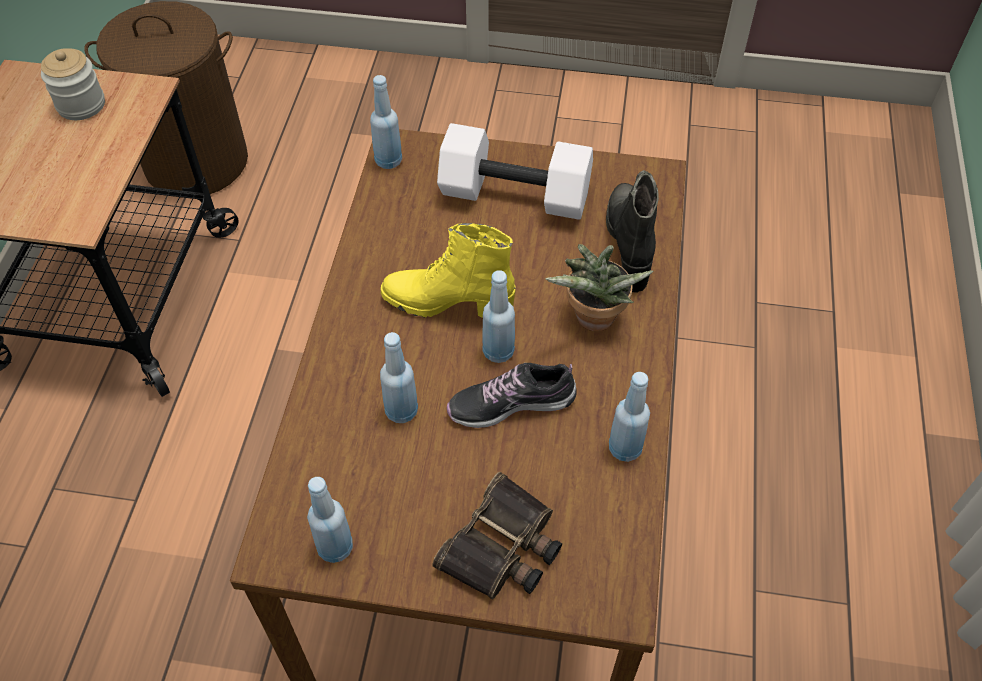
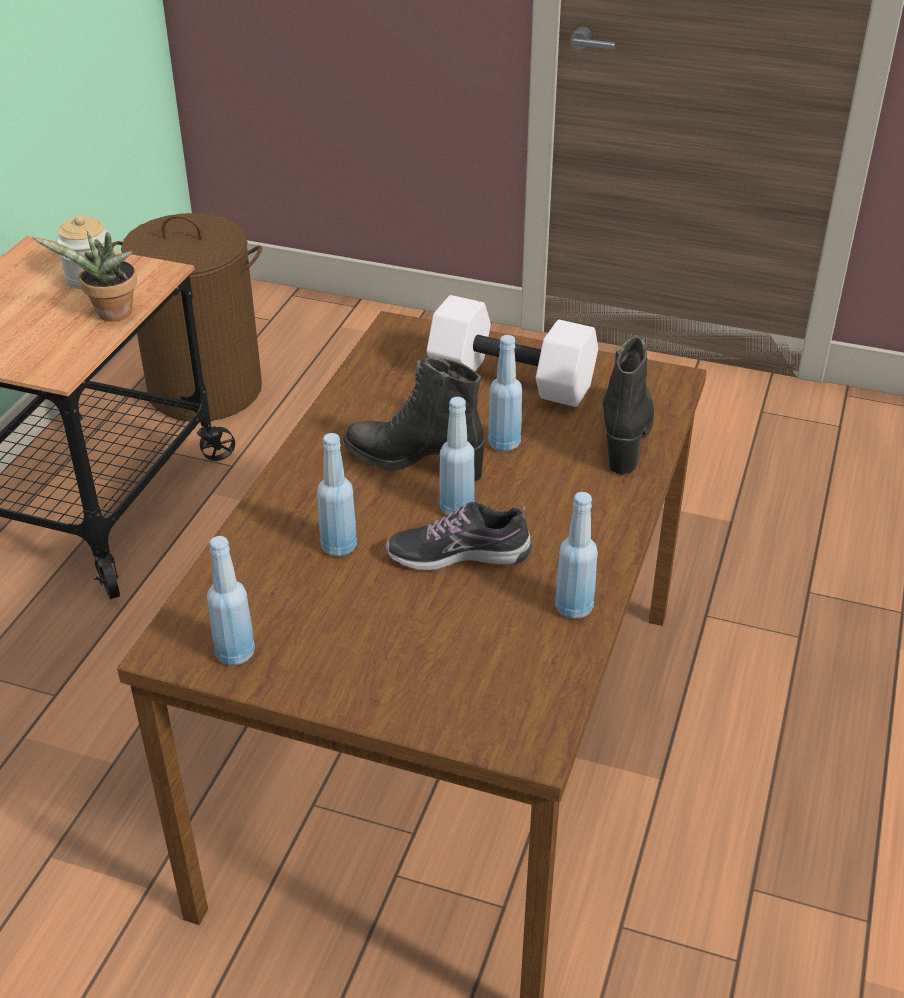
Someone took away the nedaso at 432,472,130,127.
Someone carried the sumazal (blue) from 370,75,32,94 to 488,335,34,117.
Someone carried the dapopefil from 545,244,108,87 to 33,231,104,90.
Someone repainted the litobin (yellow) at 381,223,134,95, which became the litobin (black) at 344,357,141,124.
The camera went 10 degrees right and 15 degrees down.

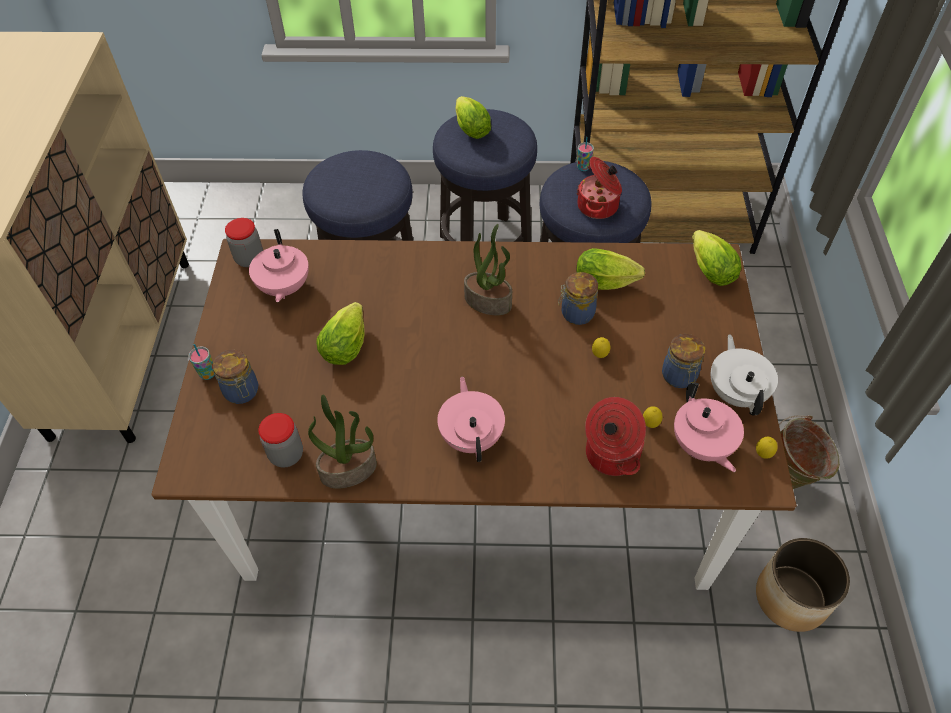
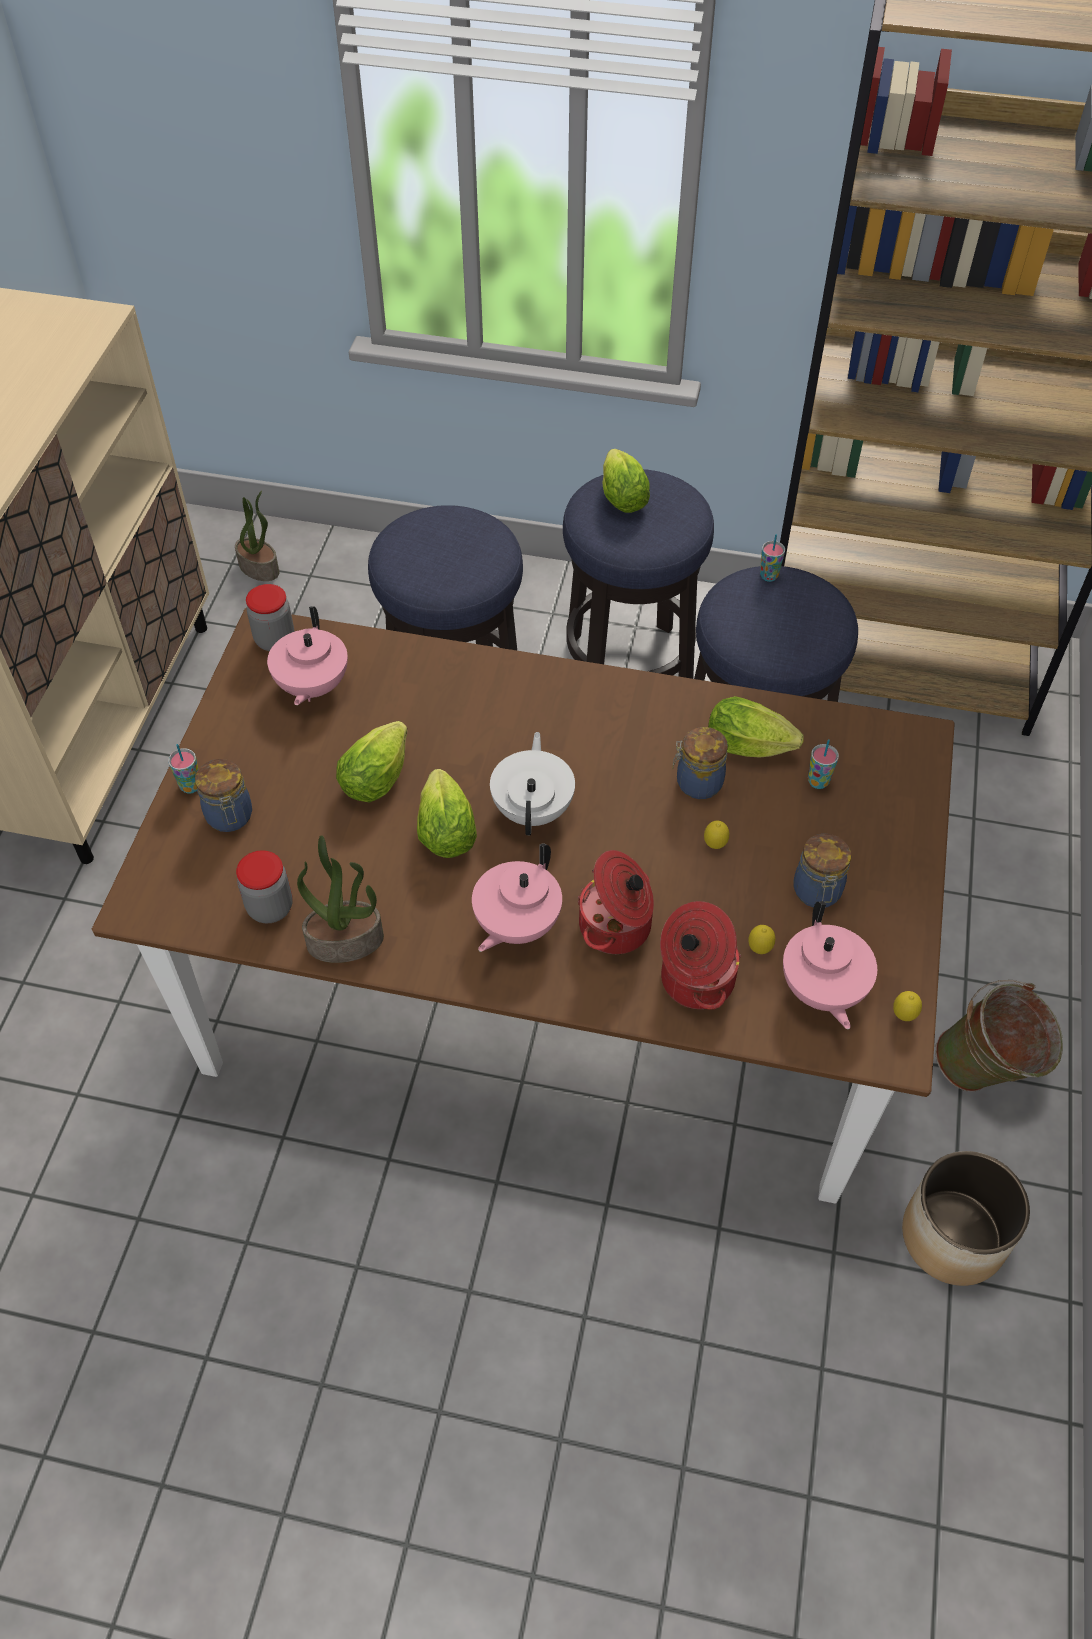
Someone put down the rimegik at 808,739,31,50.
Someone carried the dapopefil from 464,224,48,91 to 235,491,44,90.
Someone carried the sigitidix from 576,157,46,62 to 578,850,76,104.
Someone carried the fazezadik from 692,230,49,56 to 417,769,60,89.
Someone carried the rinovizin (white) from 711,334,67,81 to 490,732,85,103.
Someone rotated the rinovizin (pink) at 437,377,68,85 by 150 degrees counterclockwise.
The camera went 10 degrees right and 0 degrees up.

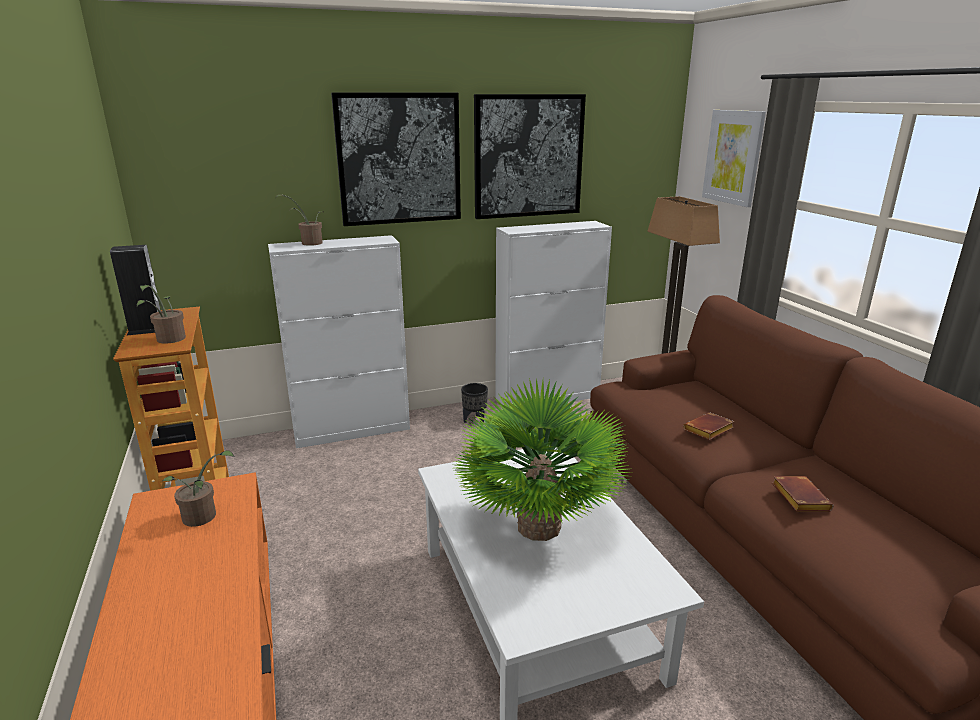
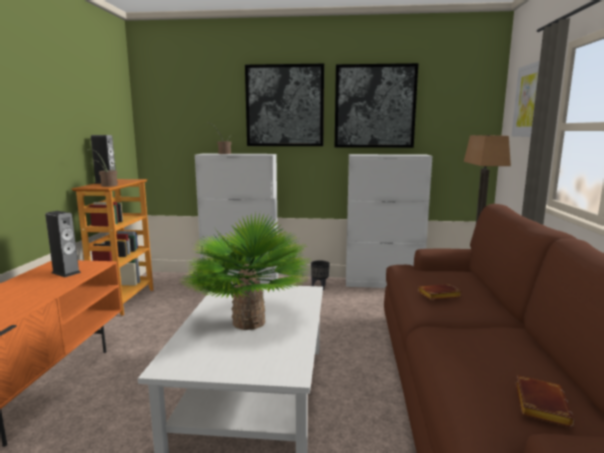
Someone carried the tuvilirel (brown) from 772,476,62,36 to 515,375,60,52.
Someone swapped the dapopefil at 163,450,72,77 for the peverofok at 45,211,36,66.
The camera went 25 degrees right and 10 degrees down.

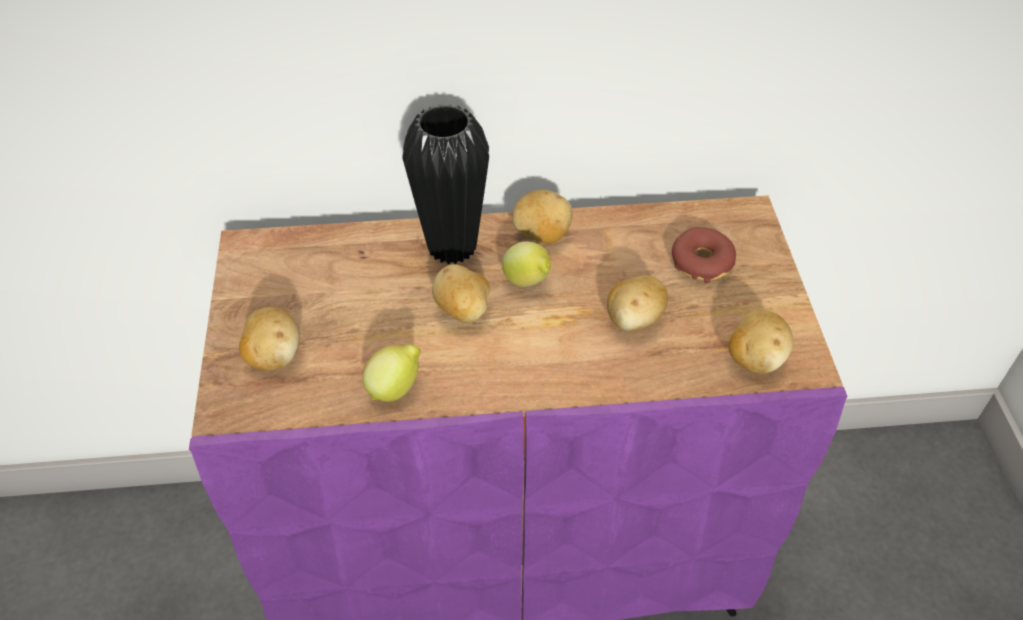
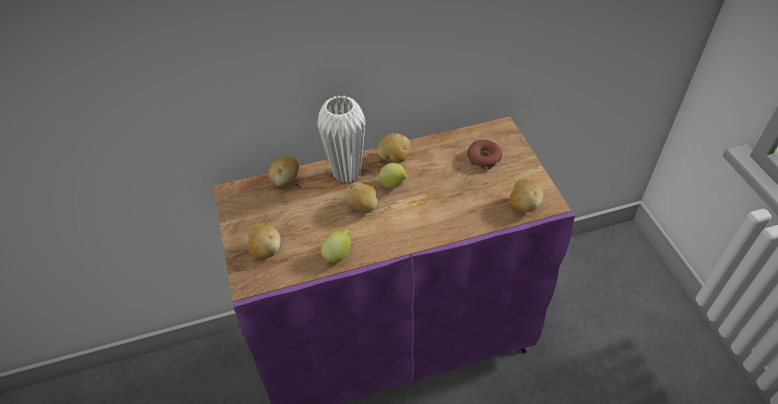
Someone carried the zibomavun from 607,275,61,56 to 268,156,31,30.
Someone repainted the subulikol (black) at 402,104,87,160, which became the subulikol (white) at 317,95,49,88.
The camera went 10 degrees left and 0 degrees up.

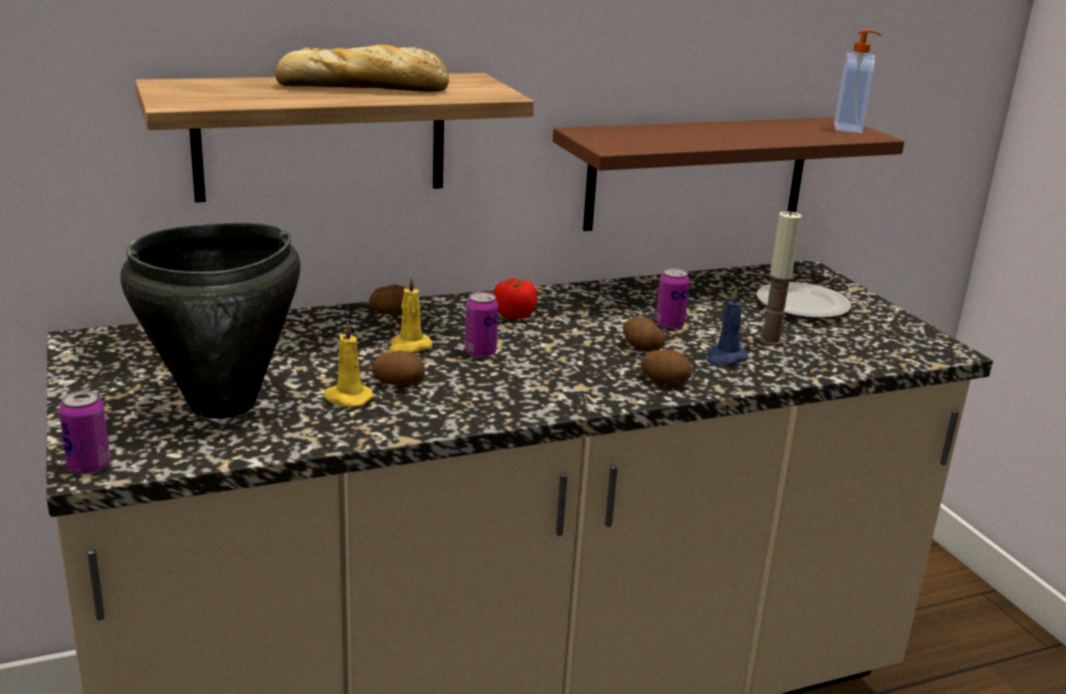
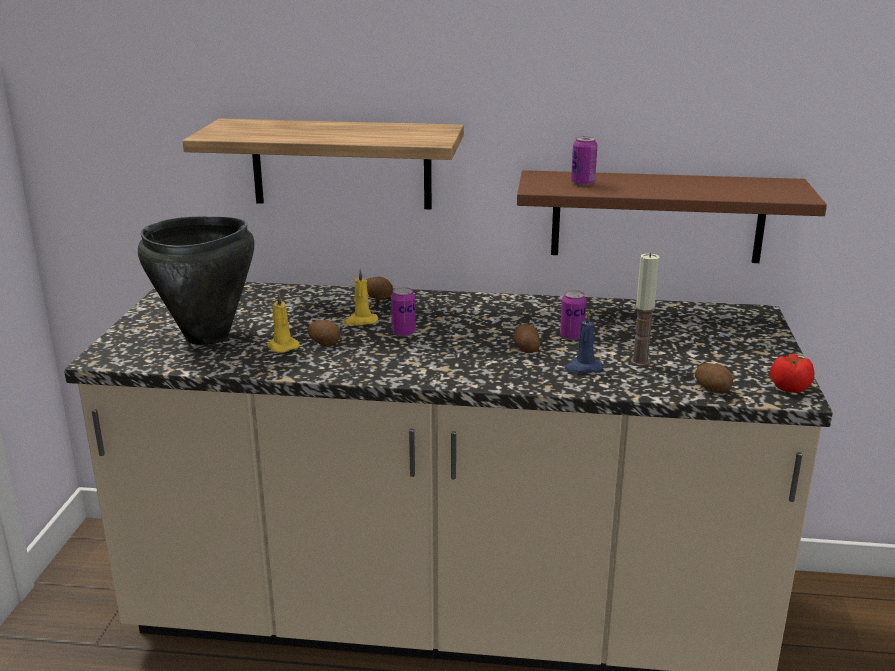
Someone took away the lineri at 275,45,174,47.
Someone took away the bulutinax at 757,282,94,37.
Someone took away the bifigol at 834,30,47,103.
Someone carried the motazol from 59,390,51,84 to 571,136,26,50.
Someone carried the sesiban from 493,277,44,42 to 770,354,44,39.
Someone carried the zibomavun from 641,349,51,36 to 695,363,38,30.
The camera went 30 degrees right and 0 degrees up.

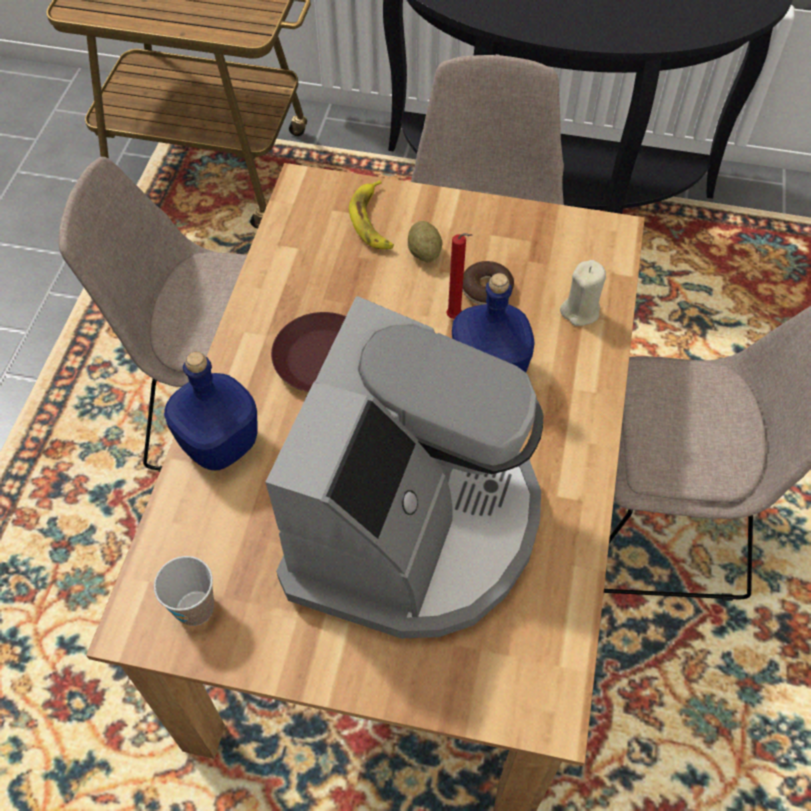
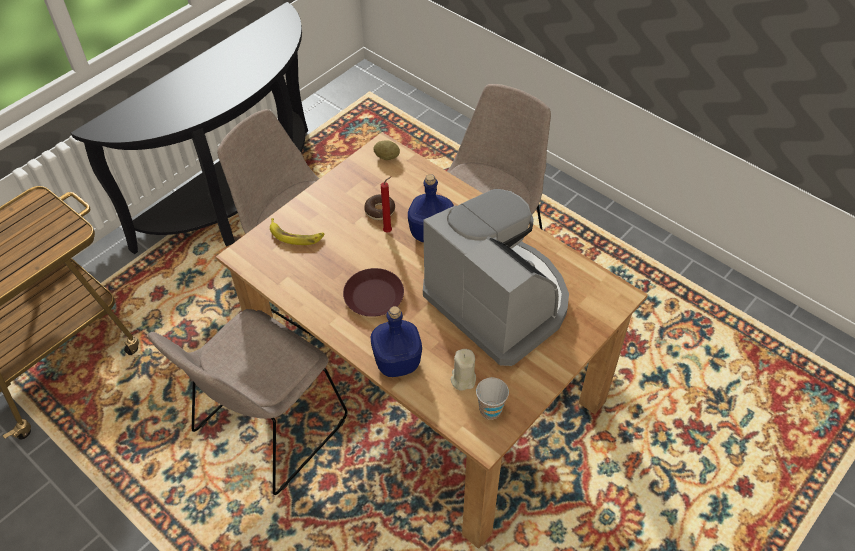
Someone carried the zibomavun from 408,221,35,41 to 374,140,26,20.
Someone carried the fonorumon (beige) from 560,260,46,66 to 451,349,25,42.
The camera went 60 degrees left and 5 degrees down.

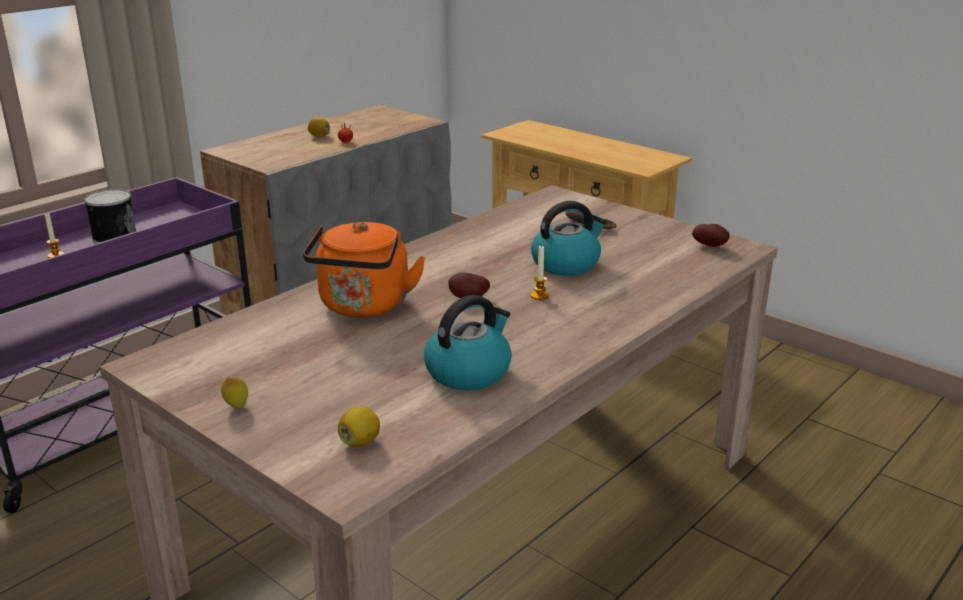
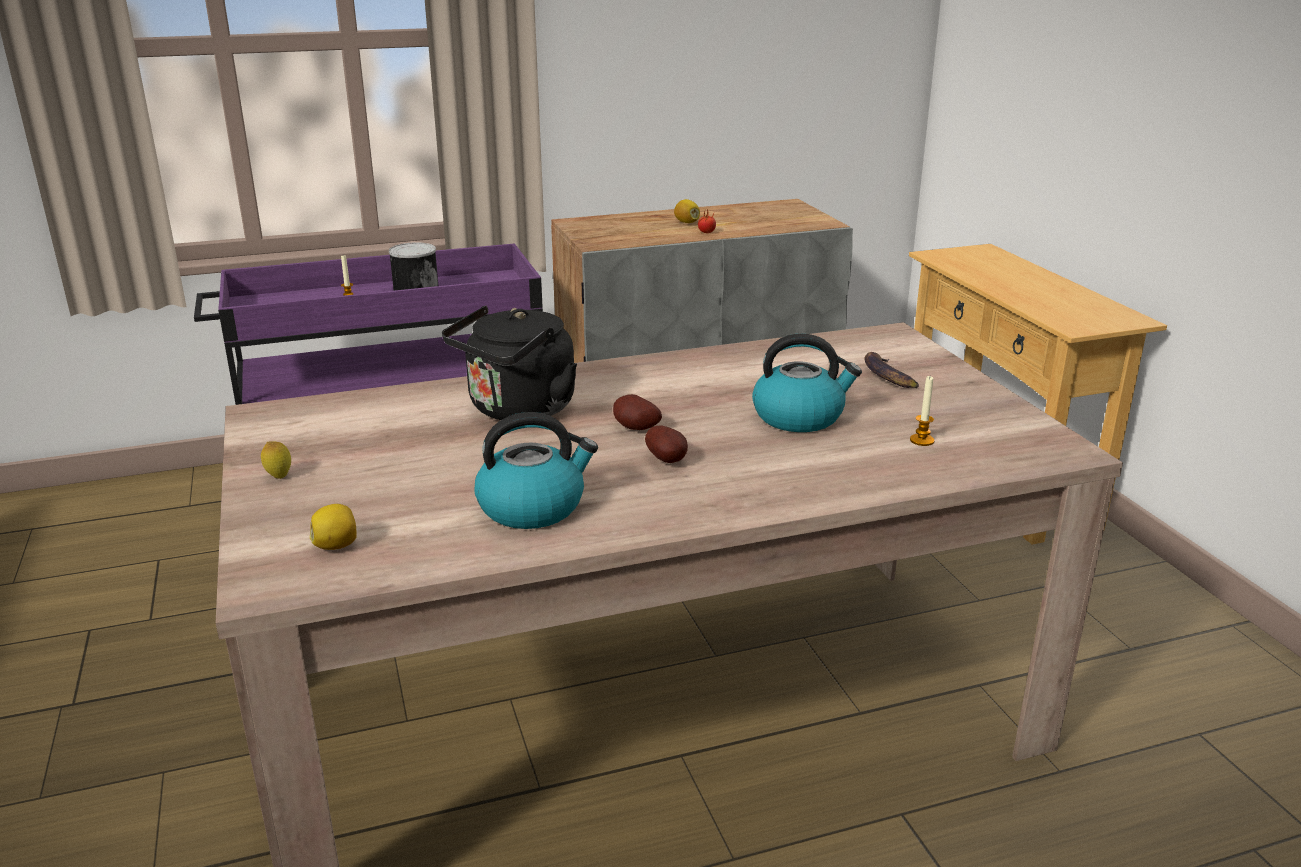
Someone carried the fonorumon from 531,245,18,55 to 910,376,24,70.
Someone carried the zibomavun from 692,224,38,23 to 645,425,43,38.
Someone repainted the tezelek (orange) at 303,222,123,96, which became the tezelek (black) at 442,305,135,115.
The camera went 30 degrees right and 0 degrees up.

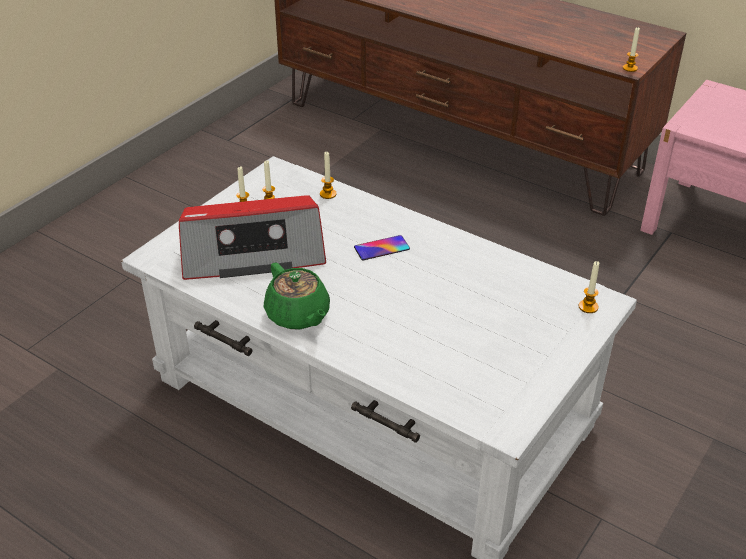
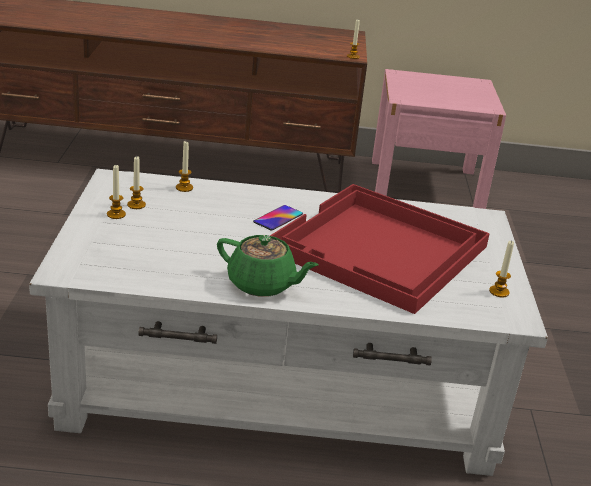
Someone took away the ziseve at 179,195,147,85.
Someone put down the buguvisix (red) at 270,184,220,130.
Someone carried the fonorumon from 579,261,20,52 to 489,241,25,56.
The camera went 35 degrees left and 10 degrees down.

